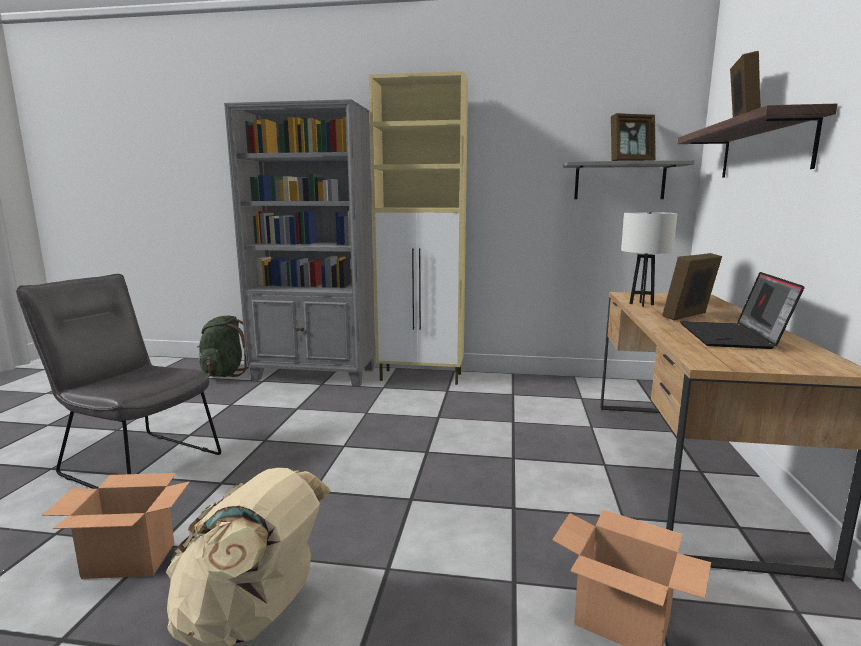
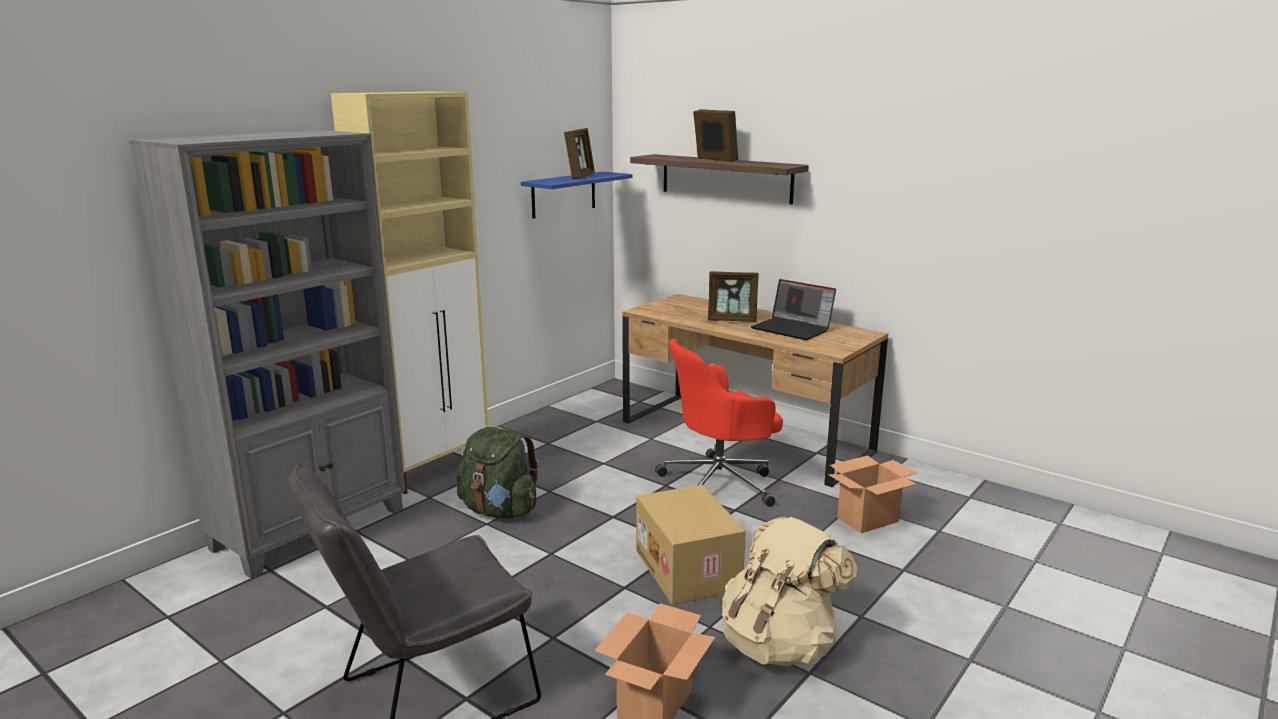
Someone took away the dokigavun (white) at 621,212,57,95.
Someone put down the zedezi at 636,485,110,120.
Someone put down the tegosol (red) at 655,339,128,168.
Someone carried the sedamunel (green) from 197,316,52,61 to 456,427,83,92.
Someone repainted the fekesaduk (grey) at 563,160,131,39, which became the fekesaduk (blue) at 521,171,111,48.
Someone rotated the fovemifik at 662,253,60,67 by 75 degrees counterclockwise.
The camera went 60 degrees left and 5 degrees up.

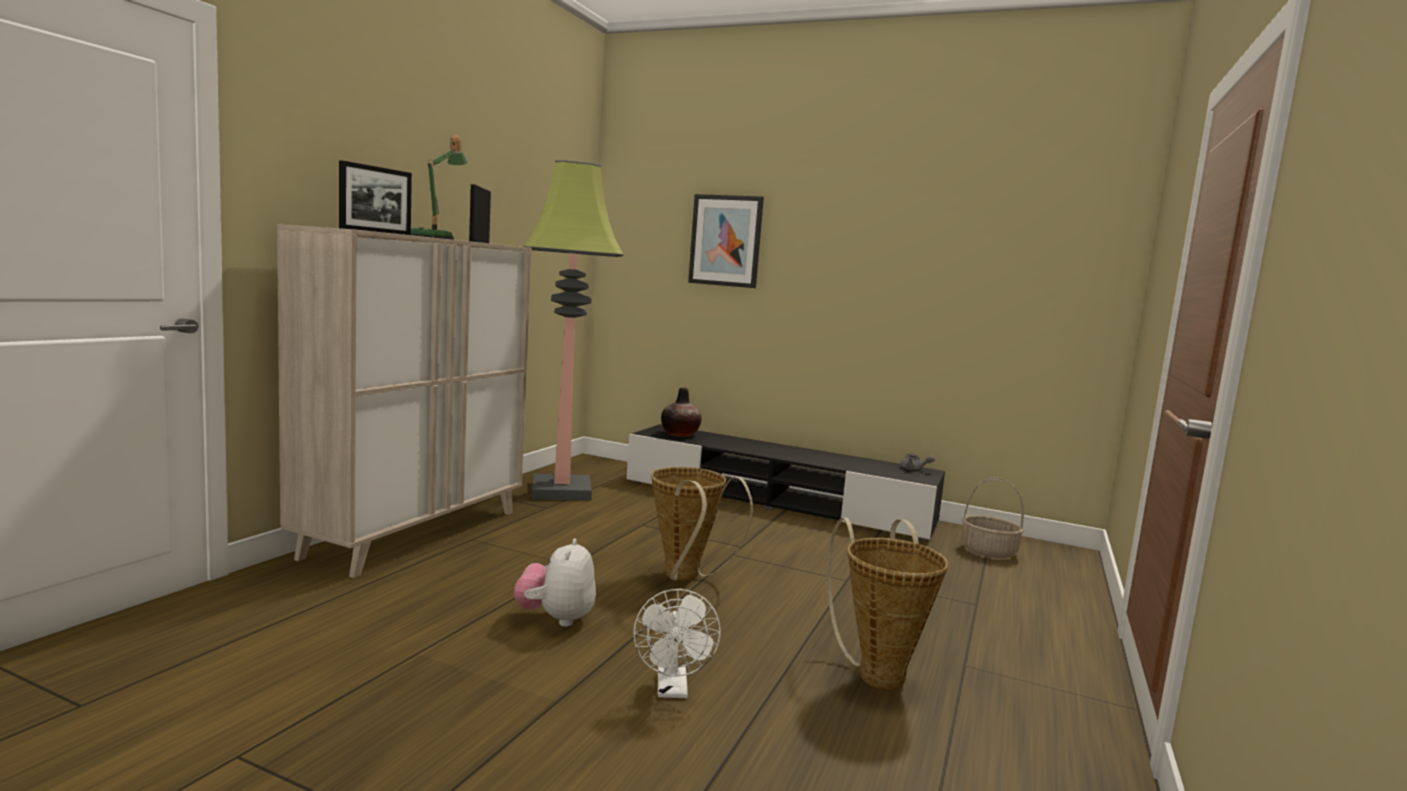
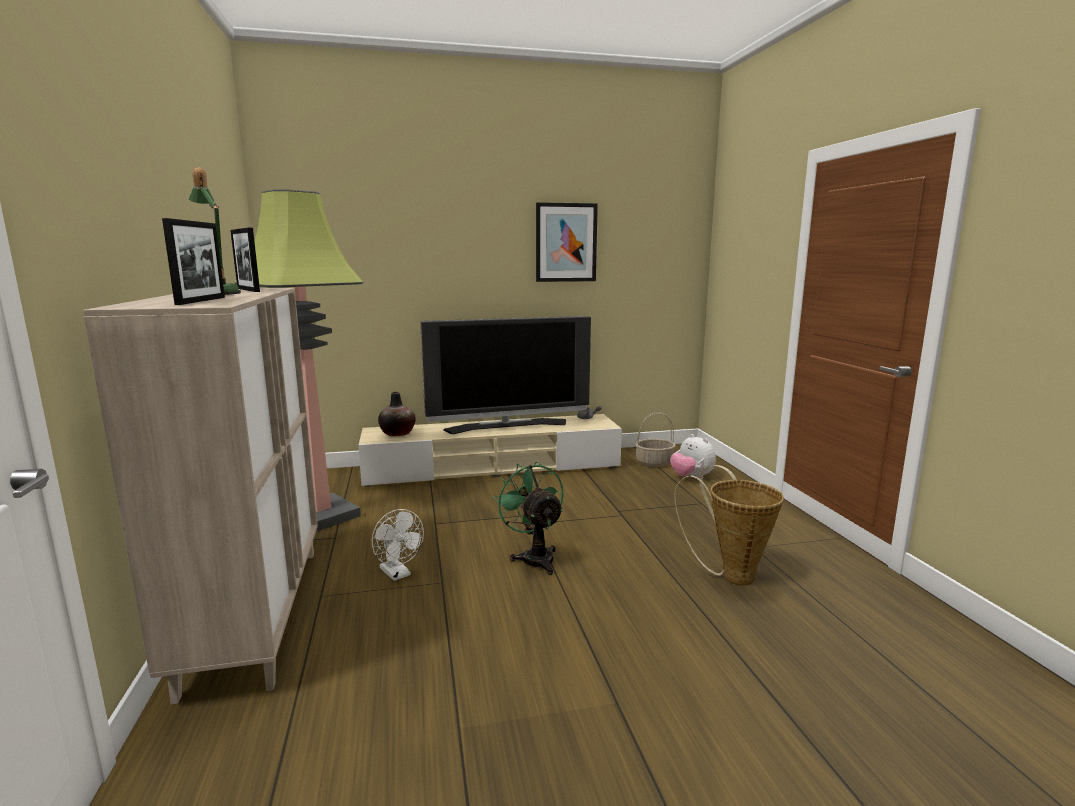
Someone put down the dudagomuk at 420,316,171,118.
Someone carried the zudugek from 514,538,82,89 to 670,434,46,44.
Someone carried the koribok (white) from 633,589,88,109 to 371,509,53,72.
Someone carried the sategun from 688,194,76,94 to 536,202,62,80.
Someone swapped the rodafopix at 651,467,102,114 for the koribok (green) at 493,462,71,113.
Someone repainted the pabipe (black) at 627,424,318,117, which became the pabipe (beige) at 358,414,264,73.
The camera went 35 degrees left and 5 degrees up.

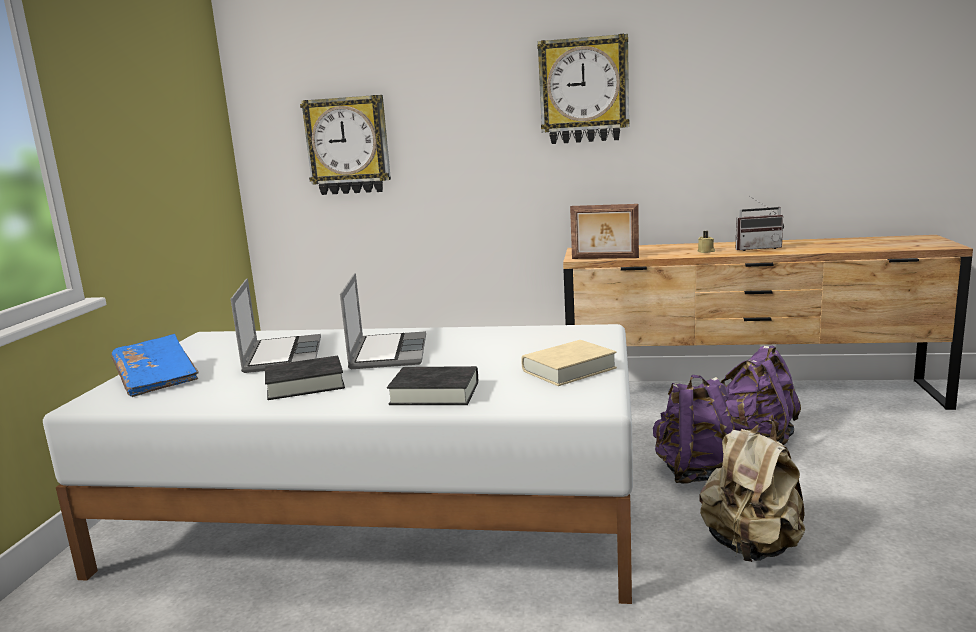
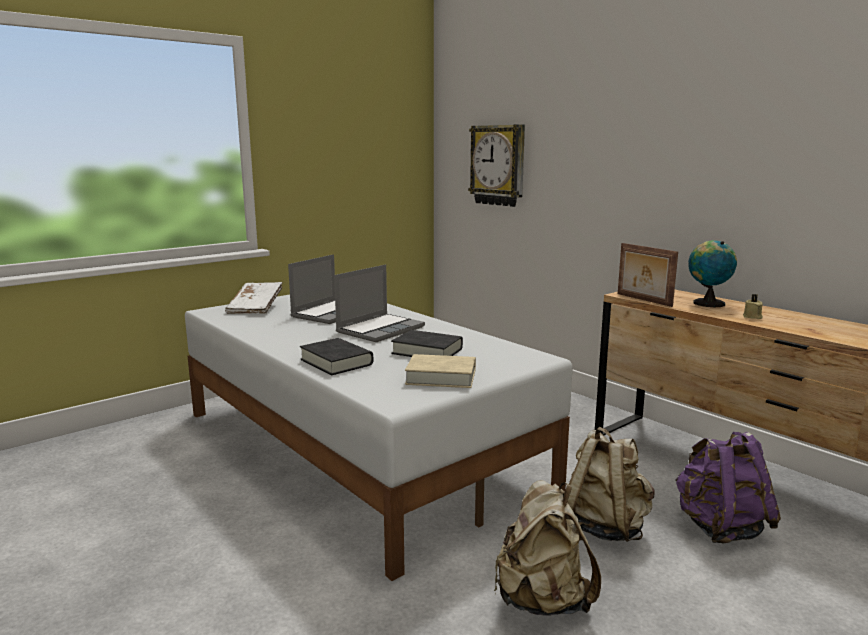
Someone took away the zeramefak at 537,34,92,110.
Someone took away the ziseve at 736,196,48,55.
Someone put down the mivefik at 688,240,49,67.
Someone carried the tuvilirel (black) from 265,356,80,44 to 391,330,72,27.
Someone repainted the tuvilirel (blue) at 111,334,88,63, which became the tuvilirel (white) at 225,282,58,32.
Someone repainted the sedamunel (purple) at 653,375,82,109, which became the sedamunel (beige) at 568,426,87,116.
The camera went 40 degrees right and 0 degrees up.

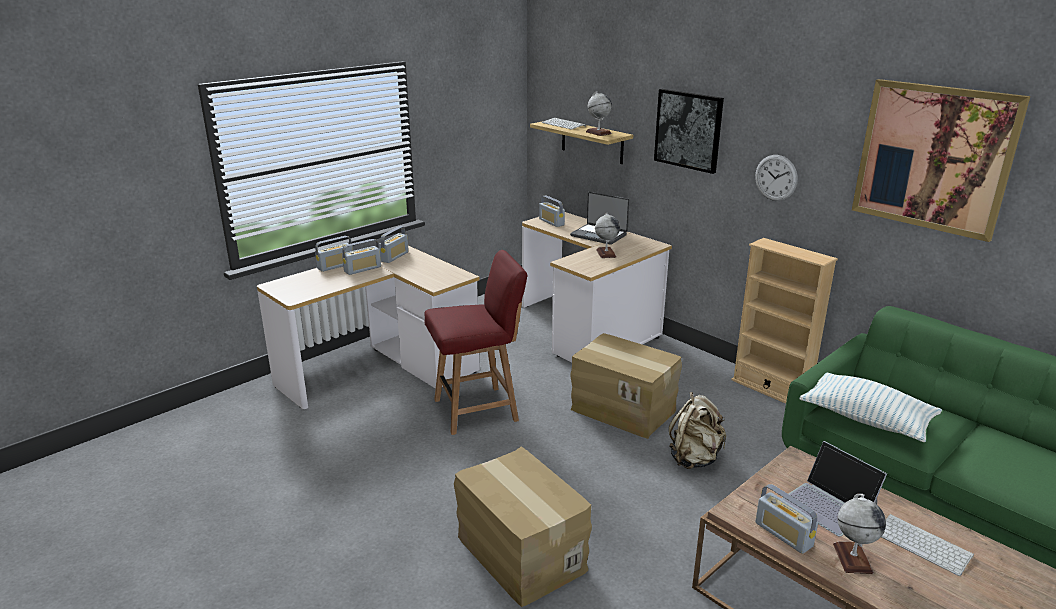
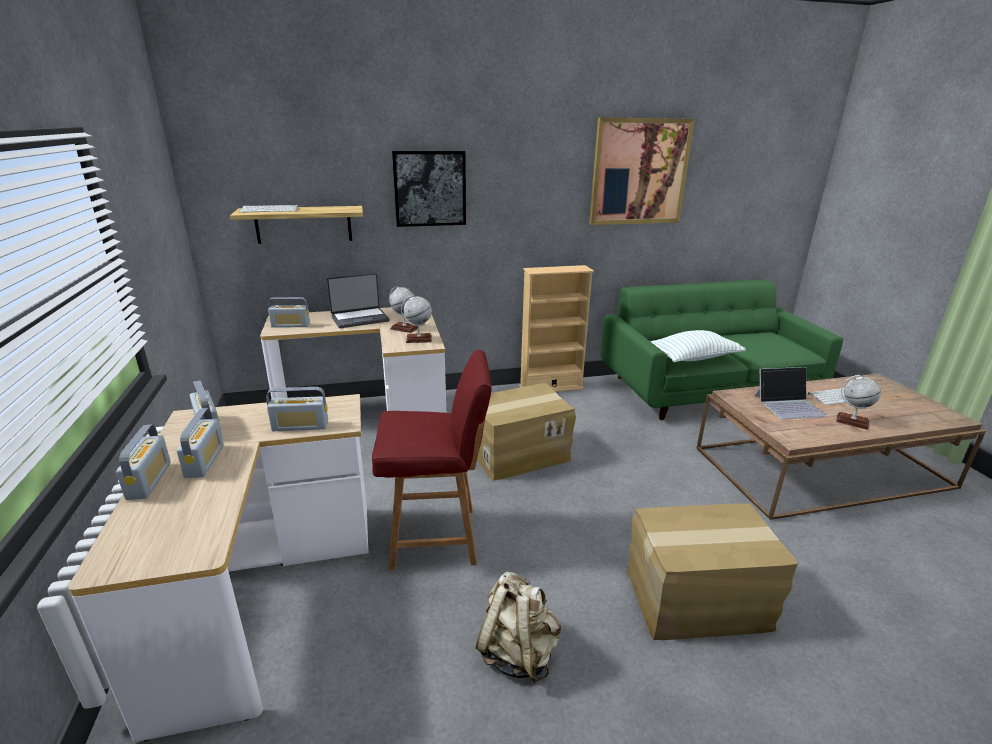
Someone took away the zeramefak at 755,155,43,46.
Someone carried the mivefik from 586,92,26,44 to 401,296,31,47.
Someone carried the sedamunel (beige) from 669,392,57,77 to 476,572,85,112.
Someone carried the ziseve from 755,484,63,70 to 266,387,62,44.
Someone rotated the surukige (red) at 425,250,102,185 by 75 degrees clockwise.
The camera went 60 degrees left and 0 degrees up.

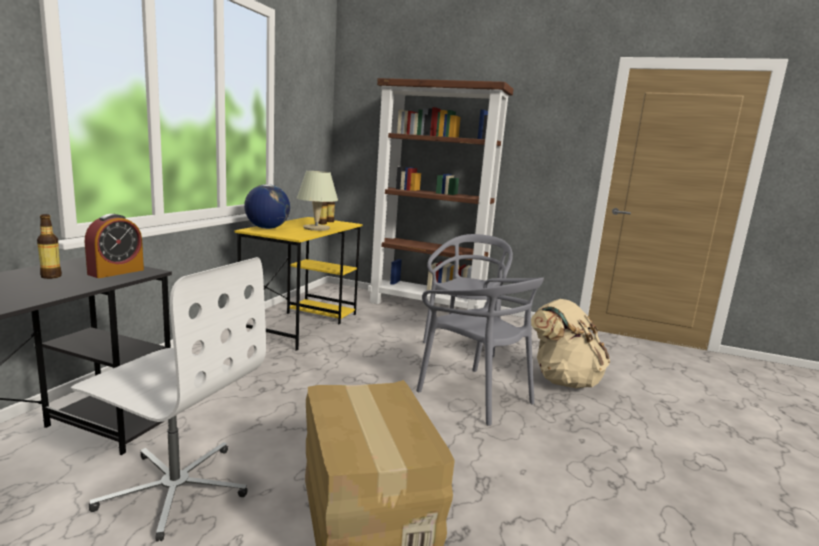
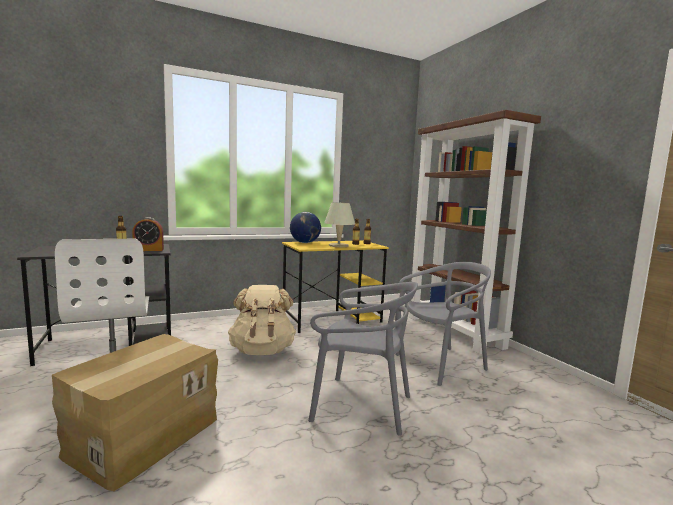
Someone carried the sedamunel (beige) from 531,299,79,89 to 228,285,68,70.
Someone rotated the surukige (grey) at 416,277,128,149 by 75 degrees counterclockwise.
The camera went 45 degrees right and 5 degrees down.

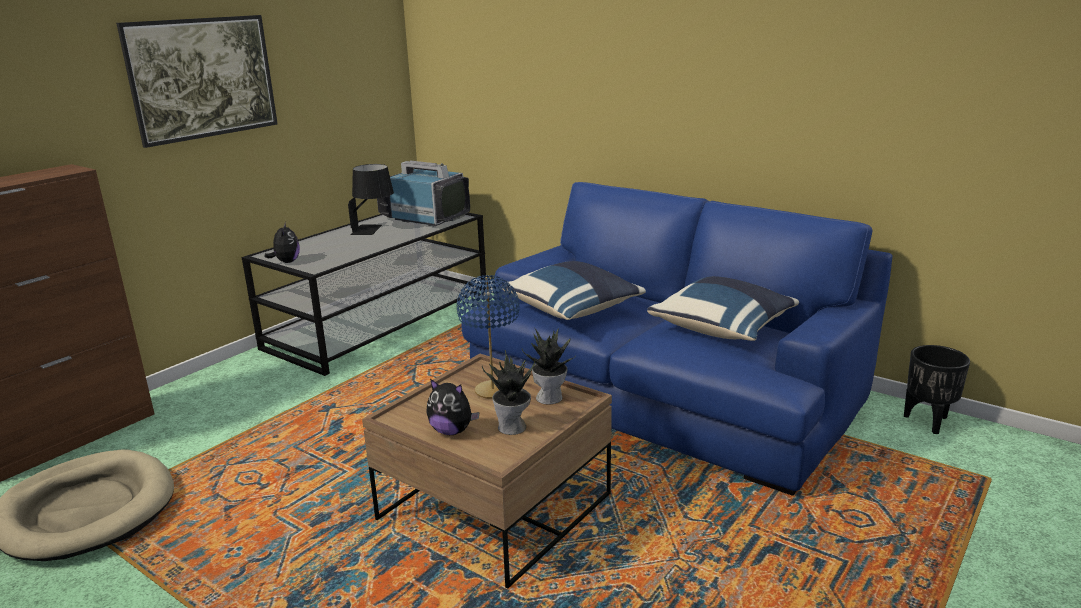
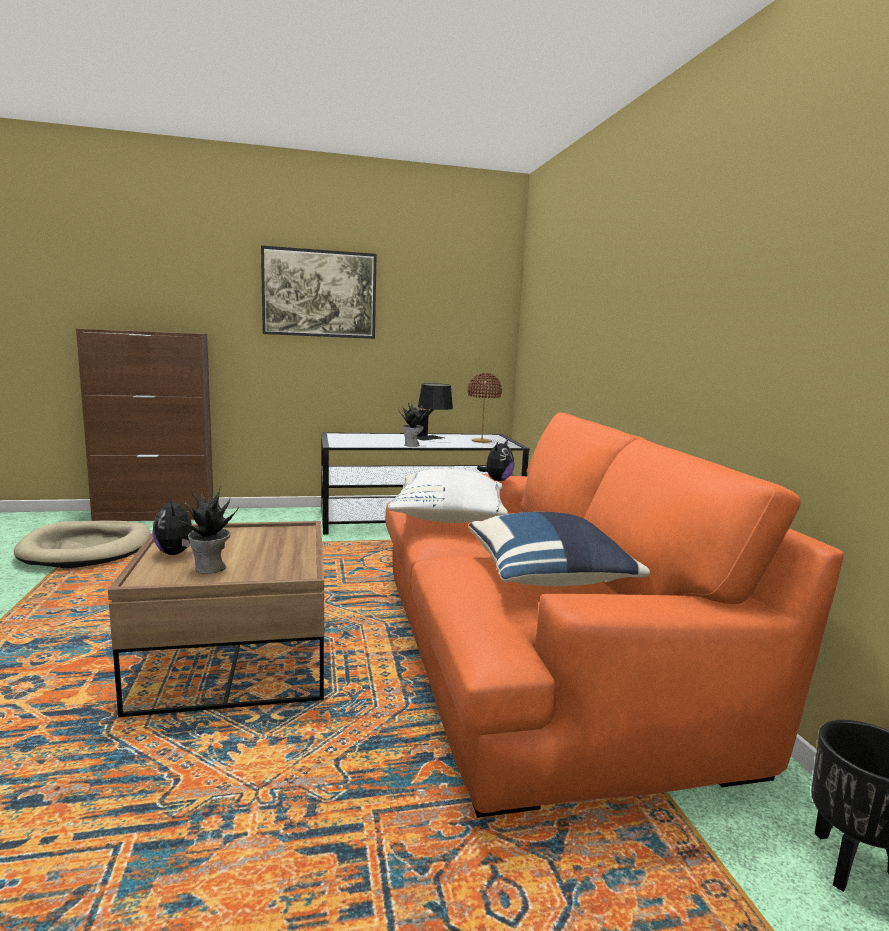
Someone took away the dokigavun (blue) at 457,275,63,124.
Someone carried the zudugek from 265,222,35,41 to 477,440,37,41.
Someone carried the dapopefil from 522,327,51,78 to 398,401,29,46.
Someone swapped the dudagomuk at 377,161,93,66 for the dokigavun (brown) at 468,373,34,70.
Someone repainted the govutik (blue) at 461,182,432,314, which became the govutik (orange) at 385,412,459,406.
Someone repainted the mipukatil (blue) at 502,261,144,59, which became the mipukatil (white) at 388,469,120,54.
The camera went 40 degrees right and 10 degrees down.

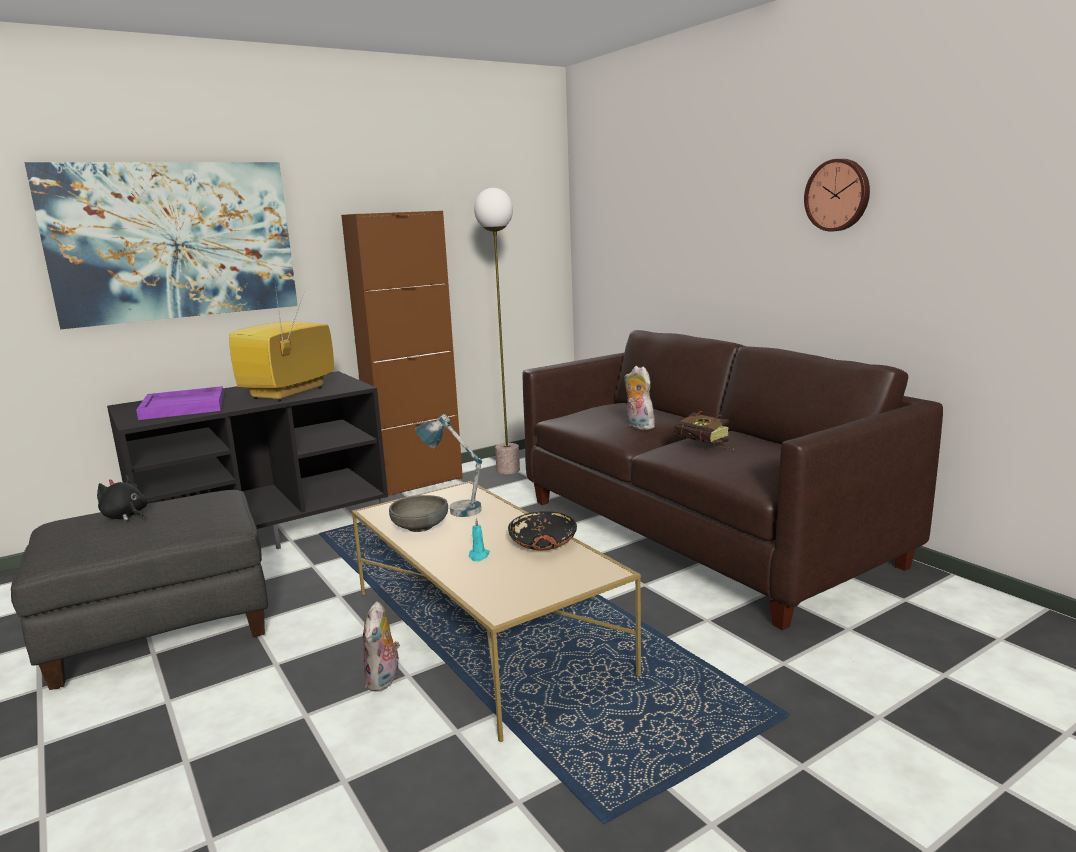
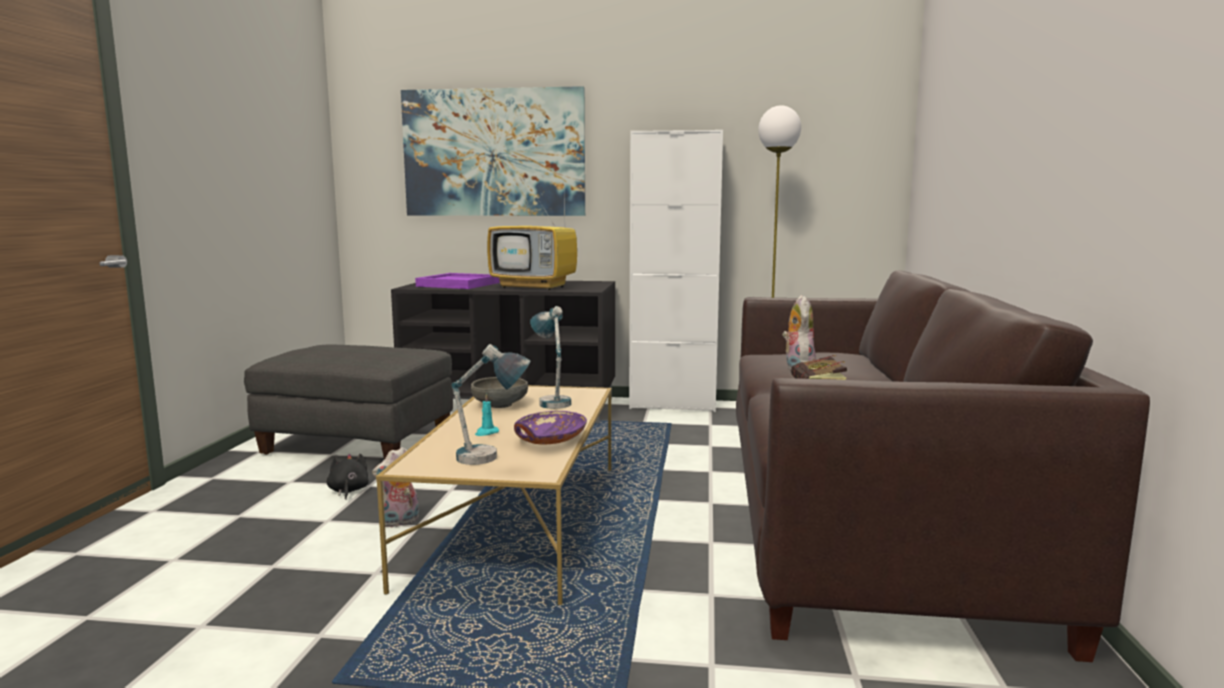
Someone took away the zeramefak at 804,159,66,73.
Someone put down the dokigavun at 452,344,78,121.
Someone carried the zudugek (black) from 97,475,51,46 to 327,454,42,46.
Someone repainted the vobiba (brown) at 341,211,122,287, which became the vobiba (white) at 629,130,94,282.
Someone repainted the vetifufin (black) at 508,511,69,39, which became the vetifufin (purple) at 514,411,73,34.
Someone rotated the dudagomuk at 229,286,105,115 by 135 degrees counterclockwise.
The camera went 40 degrees right and 5 degrees down.

